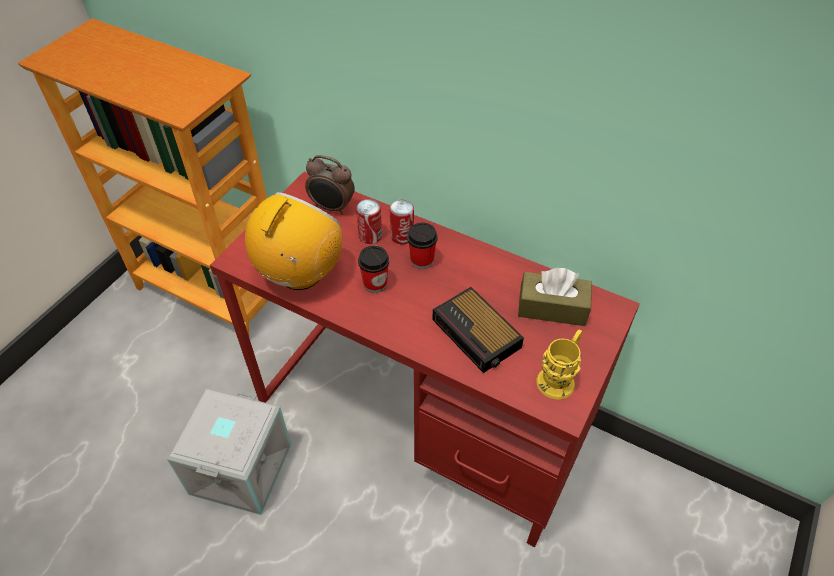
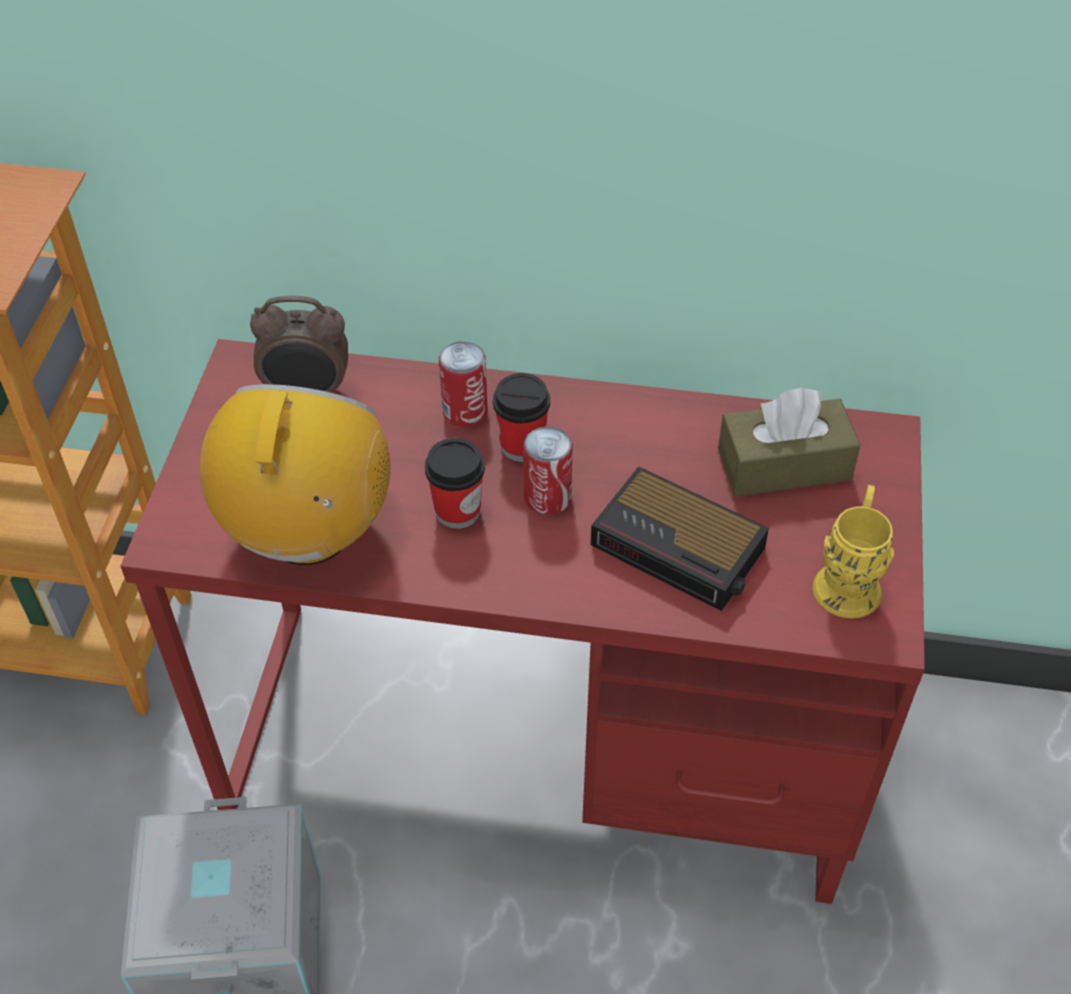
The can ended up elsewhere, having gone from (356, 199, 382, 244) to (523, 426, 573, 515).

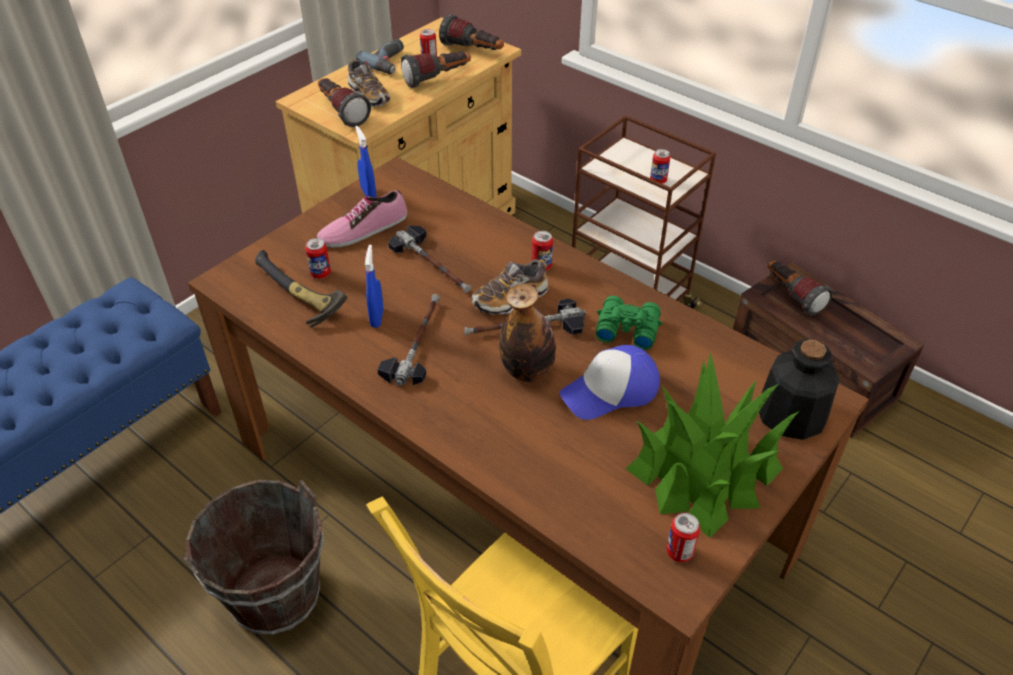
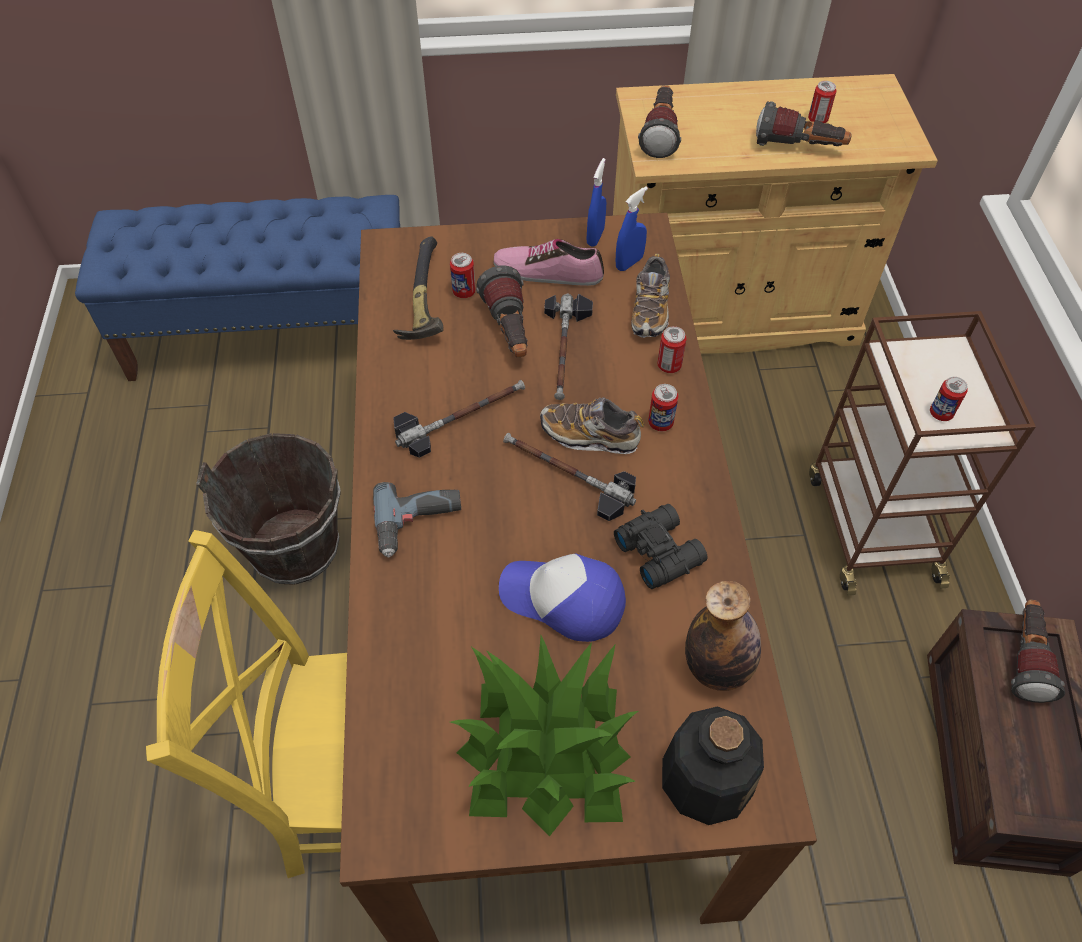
The low shoe ended up elsewhere, having gone from (348, 59, 390, 107) to (632, 254, 670, 338). The power drill ended up elsewhere, having gone from (356, 39, 404, 74) to (373, 482, 461, 557). The hand sprayer/blue ended up elsewhere, having gone from (365, 245, 383, 328) to (616, 186, 648, 271). The hand torch ended up elsewhere, having gone from (439, 14, 504, 50) to (476, 265, 527, 358). The bottle ended up elsewhere, having gone from (499, 284, 556, 382) to (685, 581, 761, 691). What was the binoculars/green at (596, 296, 662, 350) turned into the binoculars/blackish at (614, 504, 708, 589). The can ended up elsewhere, having gone from (666, 513, 700, 562) to (657, 326, 686, 373).

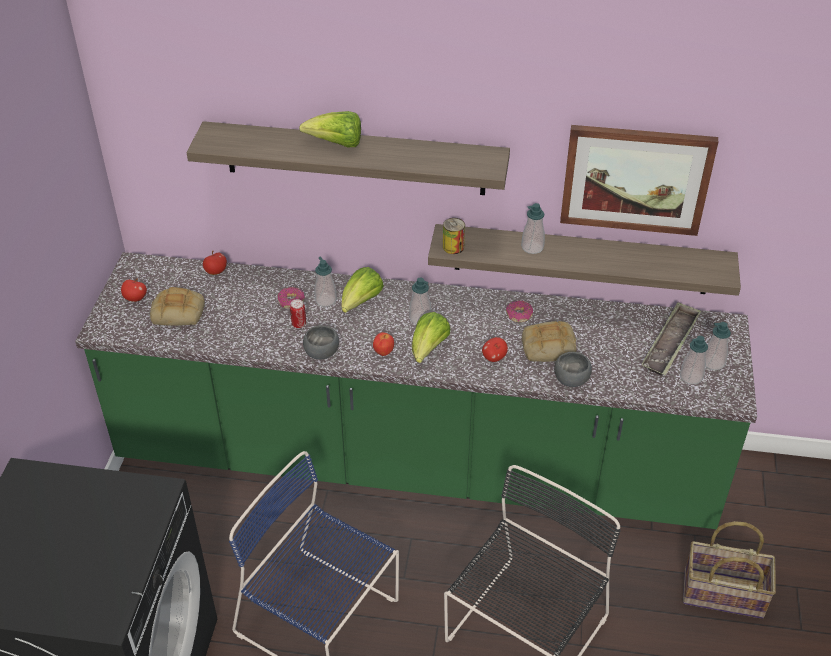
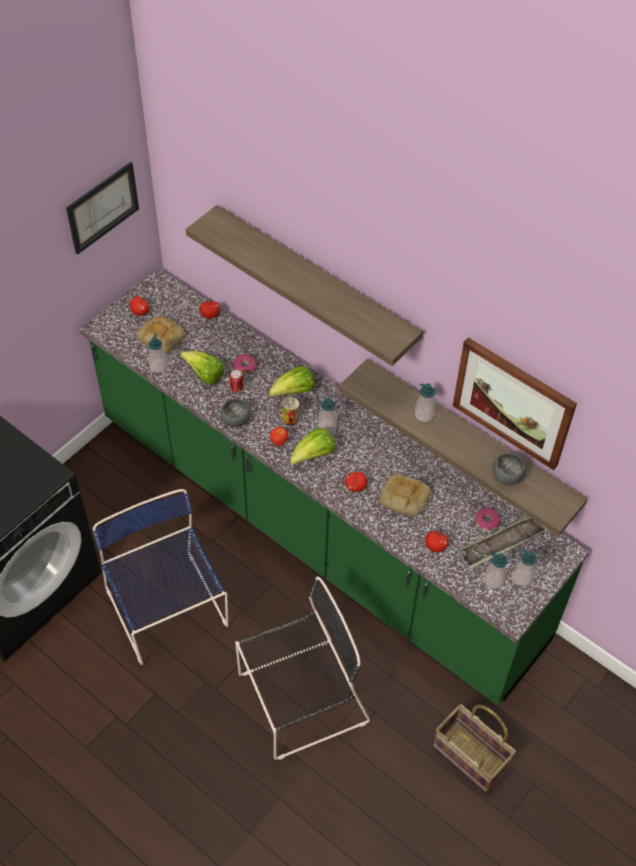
The lettuce head ended up elsewhere, having gone from (299, 111, 361, 147) to (180, 351, 224, 385). The liquid soap bottle ended up elsewhere, having gone from (314, 257, 337, 307) to (148, 333, 167, 373). The can ended up elsewhere, having gone from (443, 218, 465, 254) to (282, 396, 300, 425). The ring doughnut ended up elsewhere, having gone from (506, 301, 533, 322) to (475, 508, 500, 531). The serving bowl/gray ended up elsewhere, having gone from (554, 352, 592, 387) to (493, 453, 526, 485). The second view gained the wall art at (66, 162, 139, 255). The second view gained the whole apple at (425, 531, 449, 552).

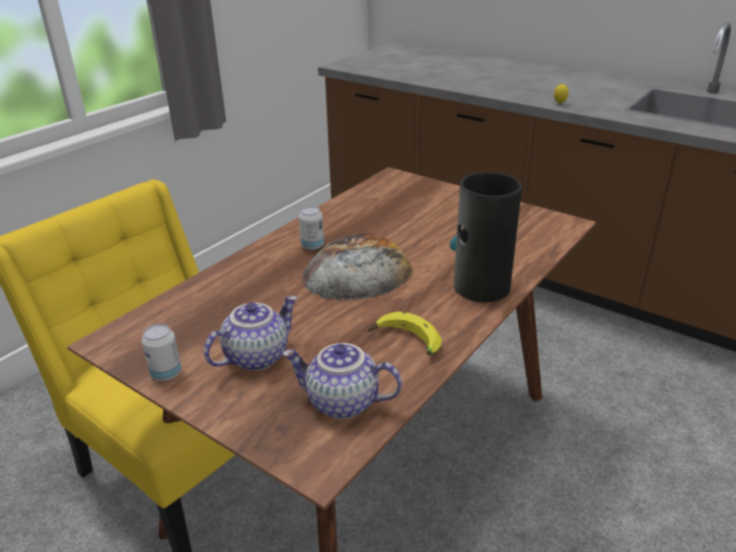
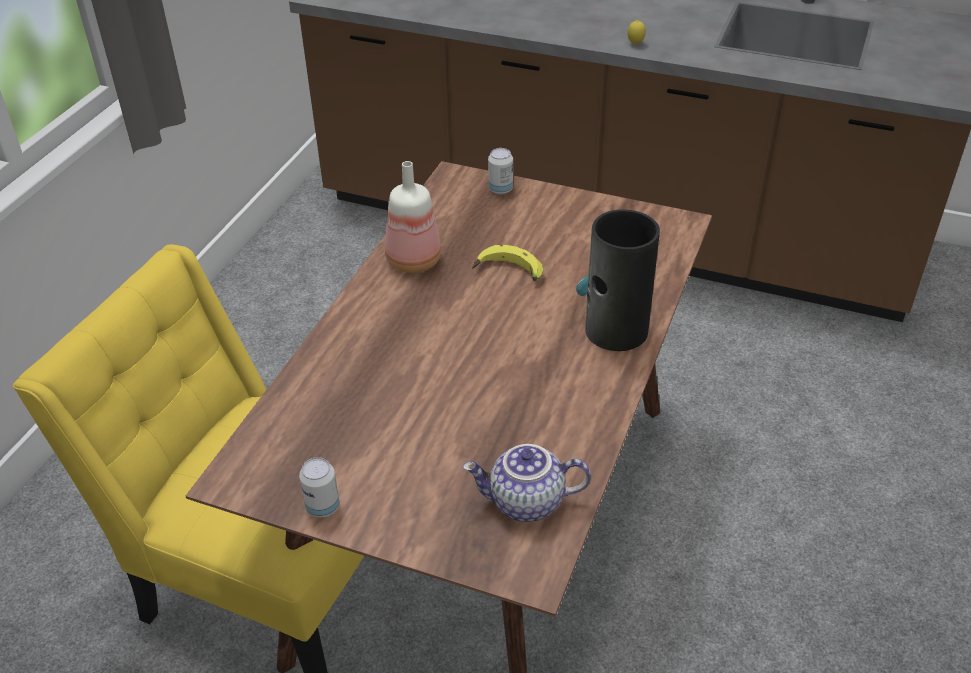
The second view lost the teapot at (204, 296, 298, 371). The can ended up elsewhere, having gone from (299, 206, 324, 250) to (488, 148, 513, 195). The second view lost the bread at (301, 233, 413, 300). The banana fruit ended up elsewhere, having gone from (367, 312, 442, 355) to (472, 245, 543, 281). The second view gained the bottle at (385, 161, 441, 273).

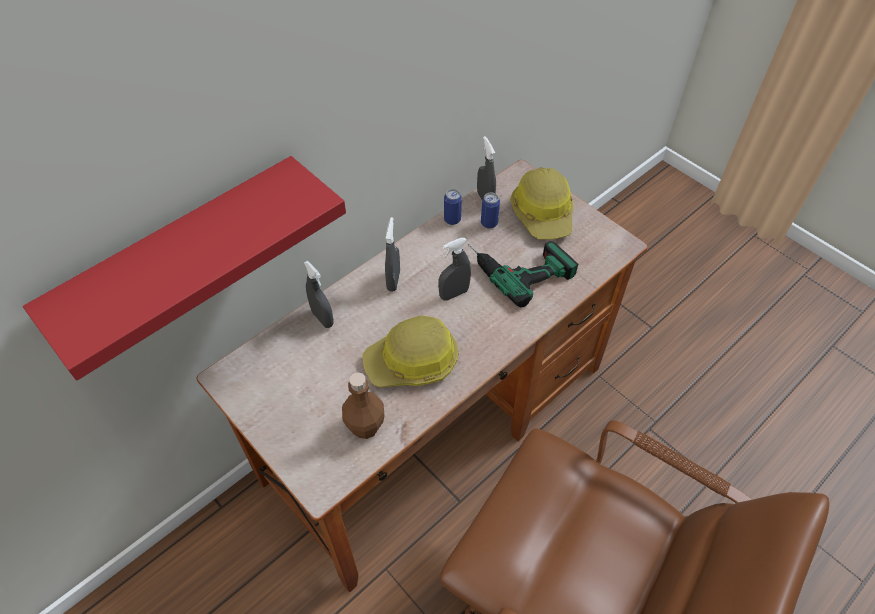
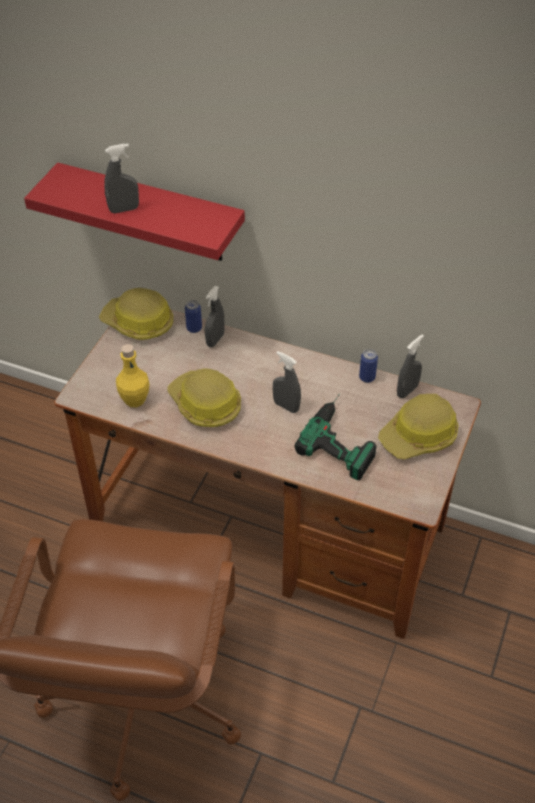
What was the bottle/brownish at (342, 372, 385, 439) turned into the bottle/yellow-coloured at (116, 344, 150, 408). The hand sprayer/gray ended up elsewhere, having gone from (385, 217, 400, 292) to (104, 144, 139, 213). The can ended up elsewhere, having gone from (481, 193, 500, 229) to (185, 300, 202, 333). The second view gained the safety helmet at (99, 288, 174, 340).

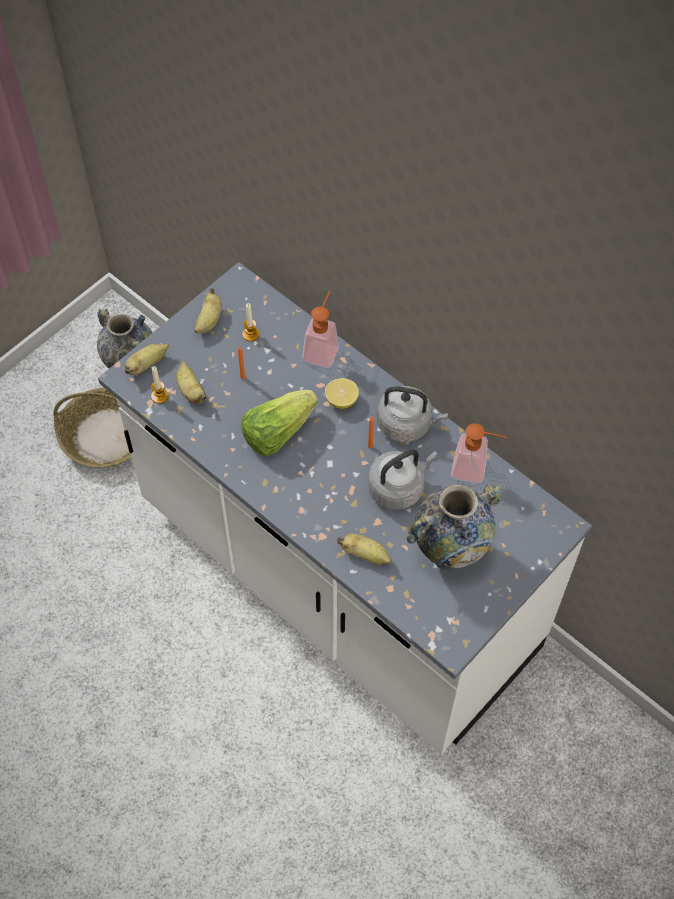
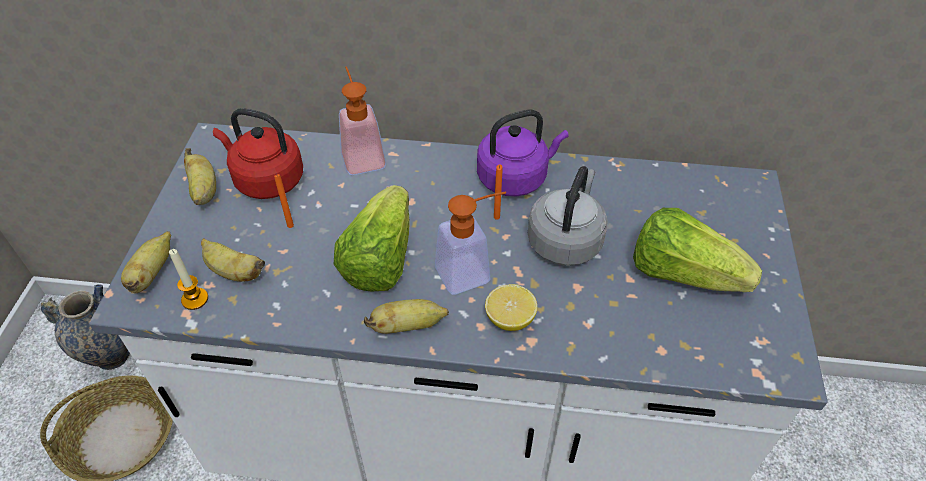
Where the wax light stood at (242, 303, 259, 341), the kettle/red-coloured came to stand at (213, 108, 303, 199). The citrus fruit ended up elsewhere, having gone from (325, 378, 359, 409) to (485, 284, 537, 331). The banana fruit ended up elsewhere, having gone from (337, 534, 391, 565) to (364, 299, 449, 334). What was the kettle/gray at (377, 386, 448, 442) turned into the kettle/purplish at (477, 109, 569, 196). Where the decorative vase stood at (407, 484, 503, 571), the lettuce head came to stand at (633, 208, 762, 292). The liquid soap bottle ended up elsewhere, having gone from (451, 424, 508, 483) to (435, 191, 506, 295).

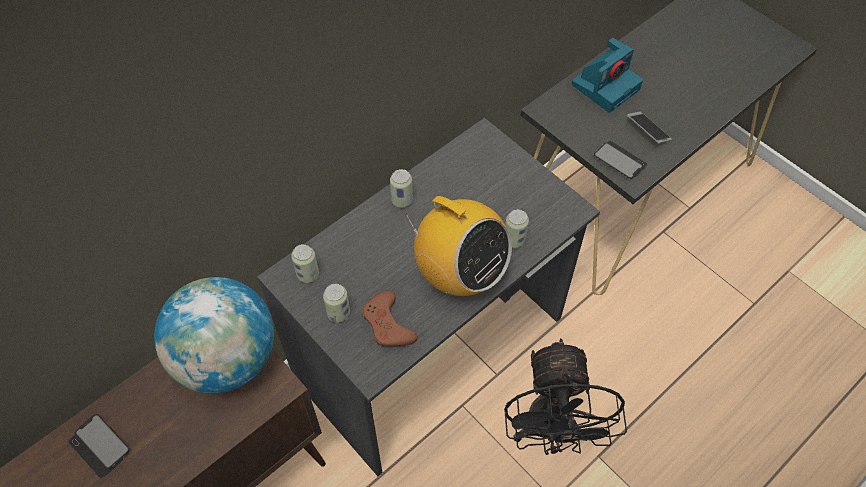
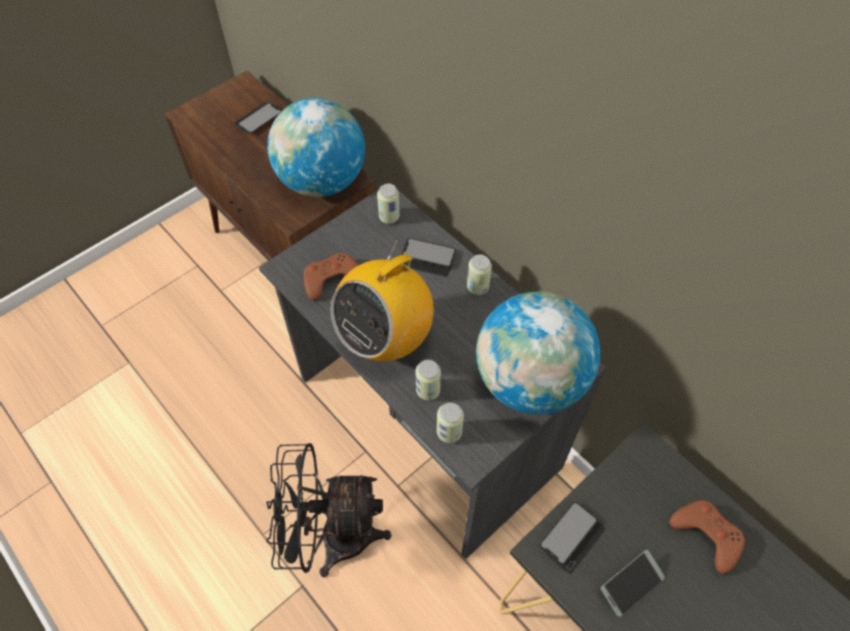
The can ended up elsewhere, having gone from (323, 284, 350, 323) to (437, 402, 464, 443). Where the photo camera stood at (571, 38, 643, 113), the gamepad/brownish came to stand at (669, 500, 745, 574). The second view gained the telephone at (401, 238, 456, 277). The second view gained the desk globe at (476, 292, 600, 414).

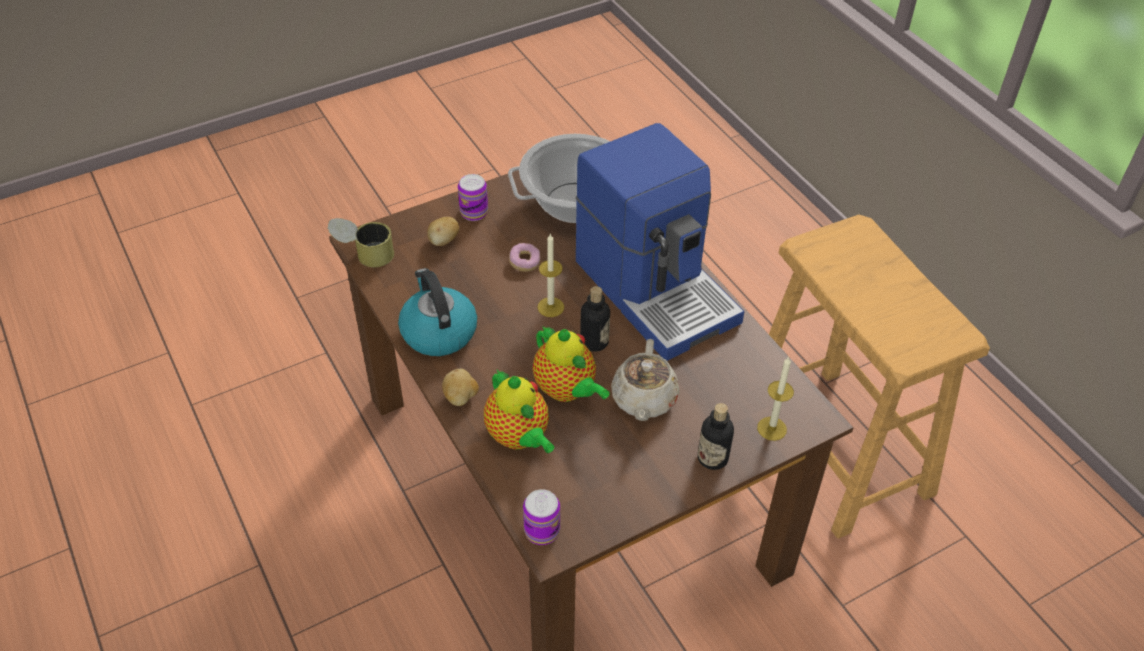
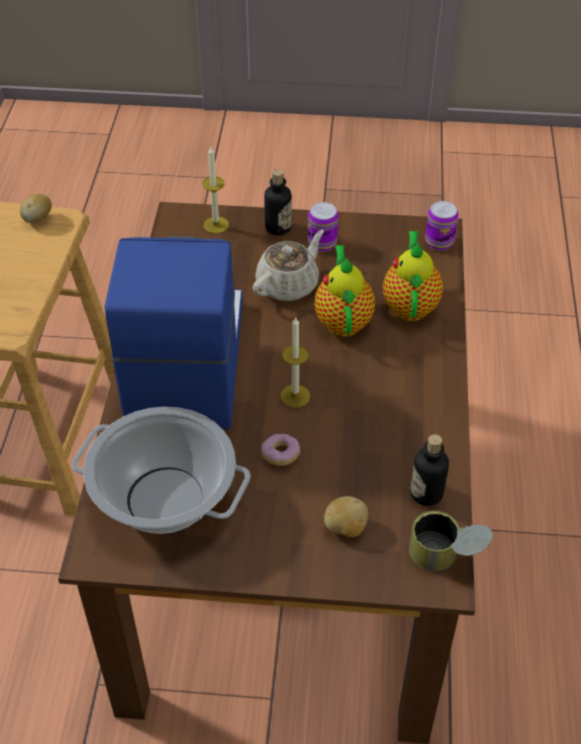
The second view lost the kettle at (398, 268, 477, 356). The potato ended up elsewhere, having gone from (442, 369, 479, 406) to (20, 194, 52, 223). The can ended up elsewhere, having gone from (458, 174, 488, 221) to (308, 202, 338, 252). The bottle ended up elsewhere, having gone from (580, 286, 610, 352) to (410, 434, 449, 506).

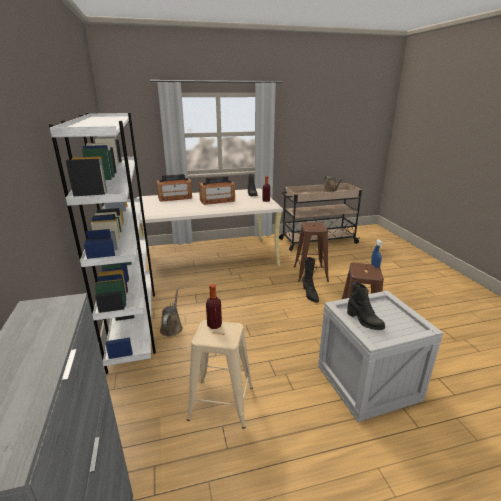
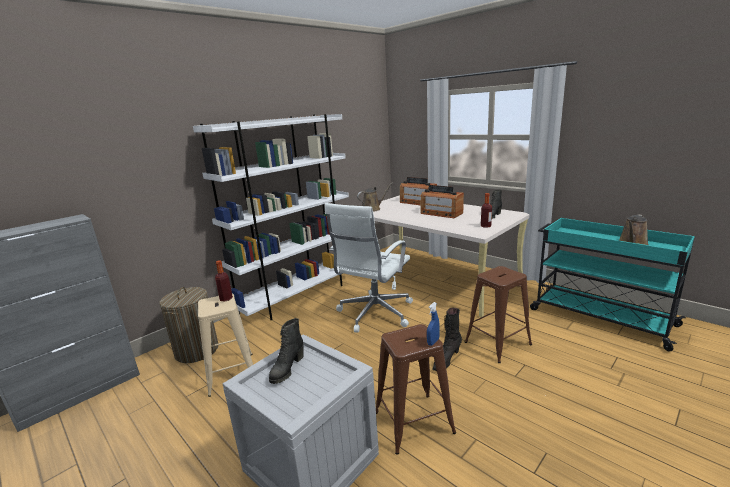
The watering can/brownish ended up elsewhere, having gone from (160, 288, 183, 336) to (357, 182, 393, 212). What was the cart/beige at (279, 183, 362, 251) turned into the cart/turquoise-coloured at (530, 218, 695, 351). The second view gained the laundry basket at (159, 287, 218, 363). The second view gained the computer chair/white at (325, 203, 413, 332).

